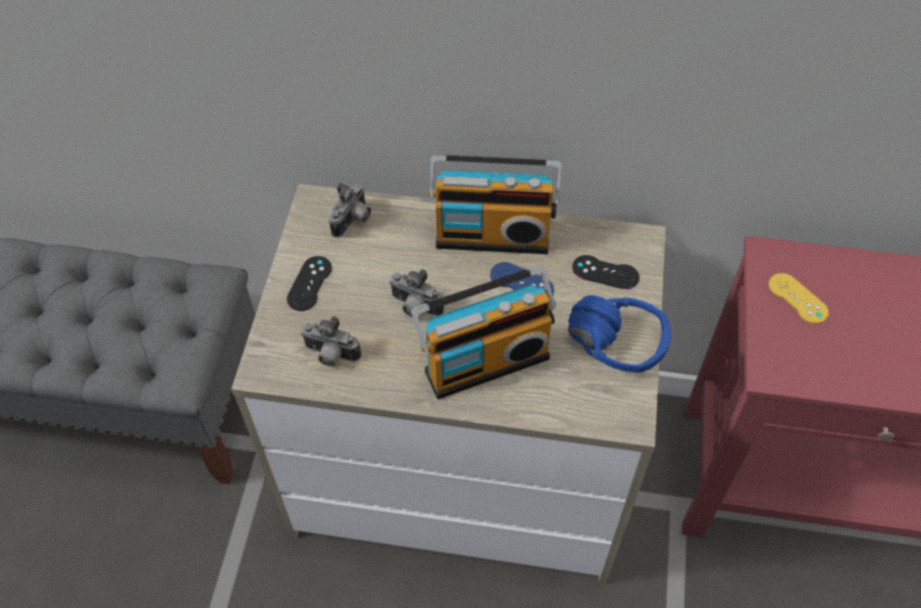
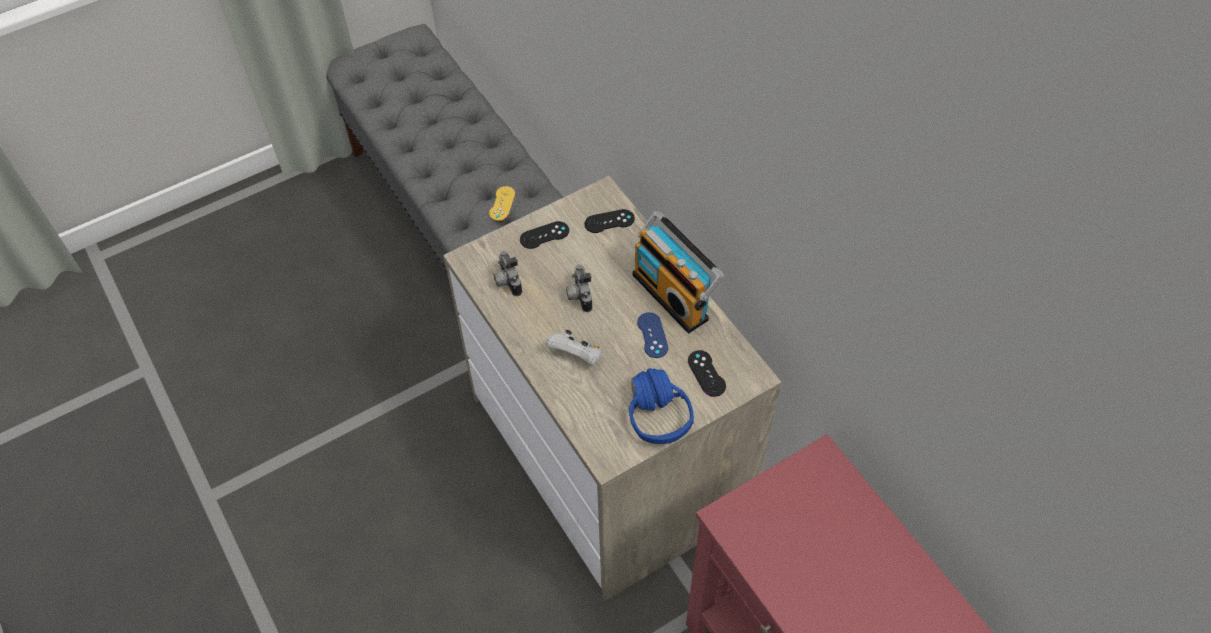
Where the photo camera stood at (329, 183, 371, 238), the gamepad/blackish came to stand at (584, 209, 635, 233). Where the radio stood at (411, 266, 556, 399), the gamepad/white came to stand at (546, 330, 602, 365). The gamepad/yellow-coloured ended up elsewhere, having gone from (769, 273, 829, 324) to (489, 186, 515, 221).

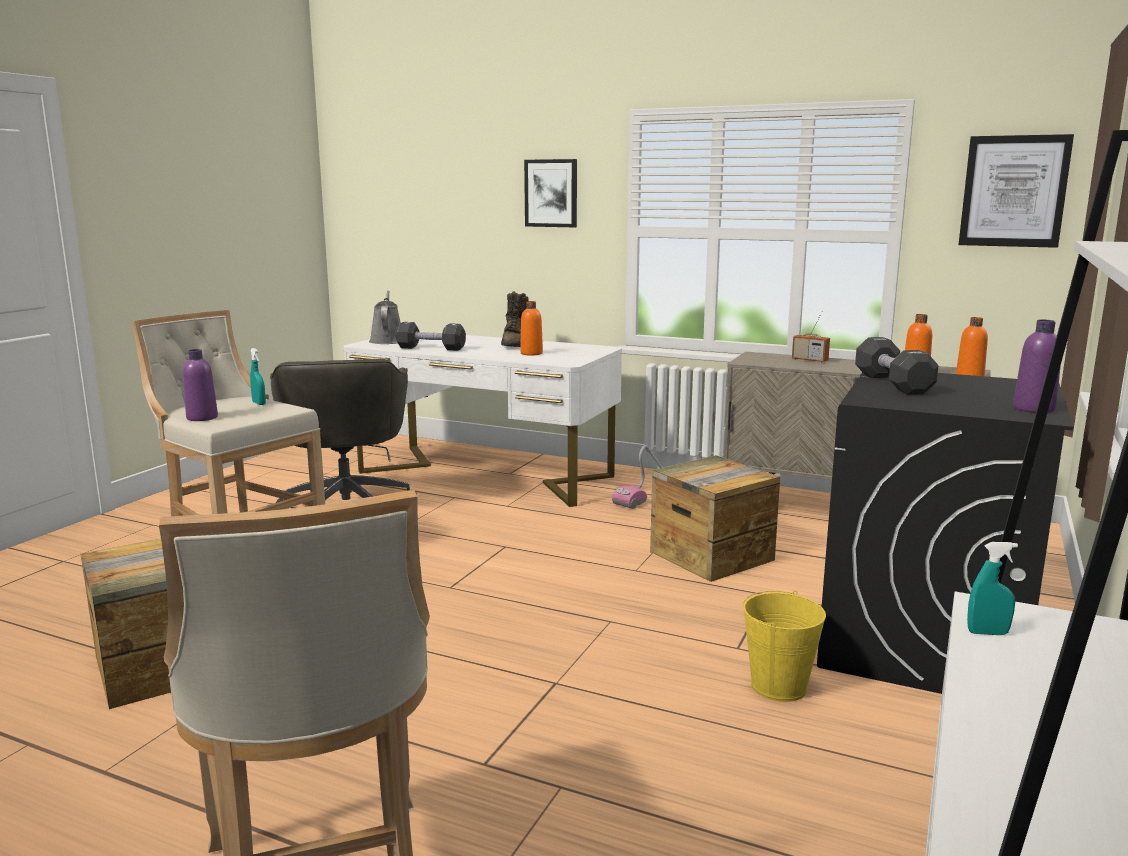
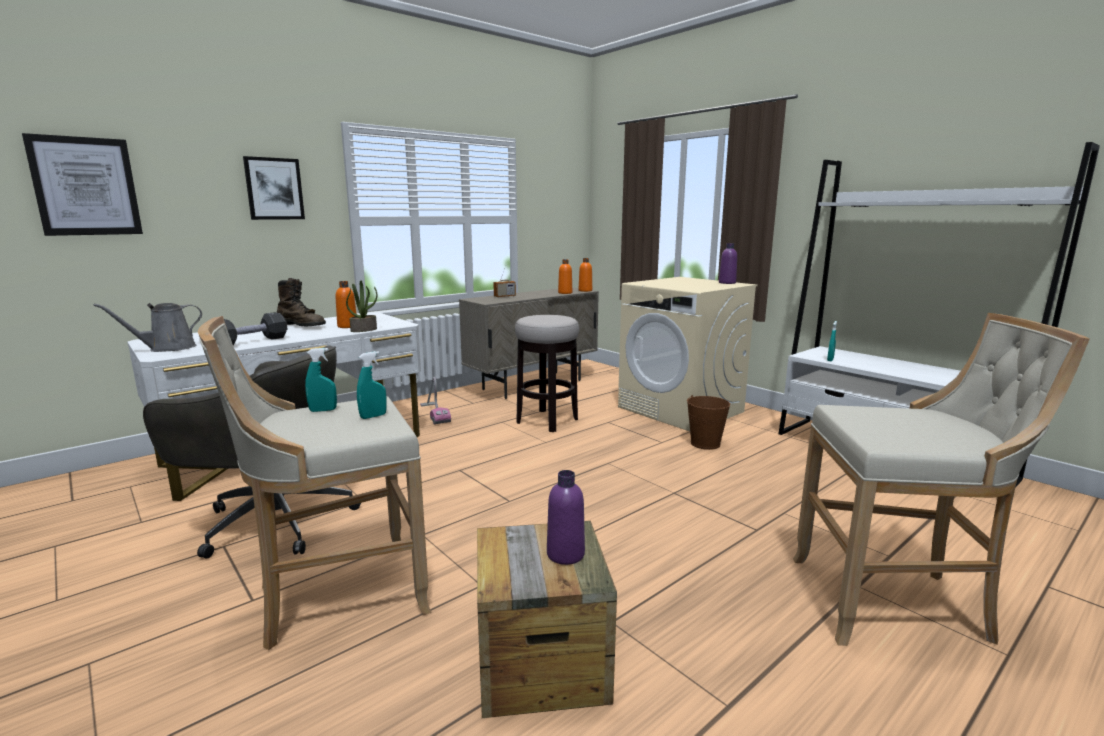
The bottle/purplish ended up elsewhere, having gone from (183, 349, 218, 421) to (547, 470, 585, 565). The watering can/gray at (369, 290, 401, 344) ended up facing another way, 60 degrees counterclockwise from before. Where the packing crate stood at (650, 455, 780, 582), the stool seat came to stand at (515, 315, 579, 432). What was the bucket/yellow-coloured at (742, 590, 826, 702) turned into the bucket/brownish at (687, 395, 730, 450). What was the washing machine/blackish at (817, 372, 1074, 694) turned into the washing machine/beige at (618, 277, 758, 431). The second view lost the dumbbell/blackish at (855, 337, 938, 395). The wall art ended up elsewhere, having gone from (959, 134, 1074, 248) to (22, 133, 143, 236). The second view gained the houseplant at (346, 281, 377, 332). The second view gained the hand sprayer/turquoise-coloured at (357, 351, 387, 419).

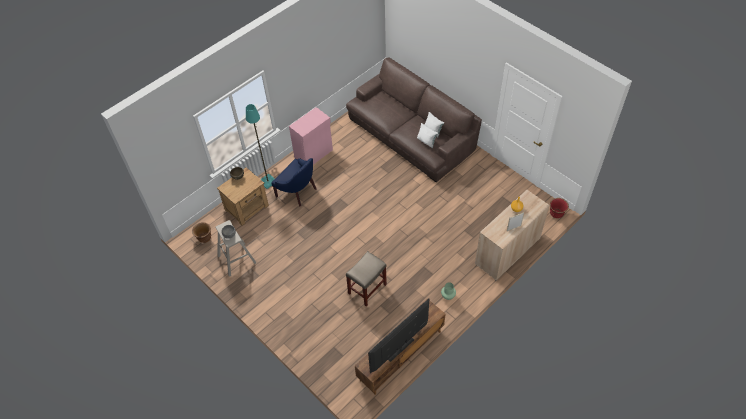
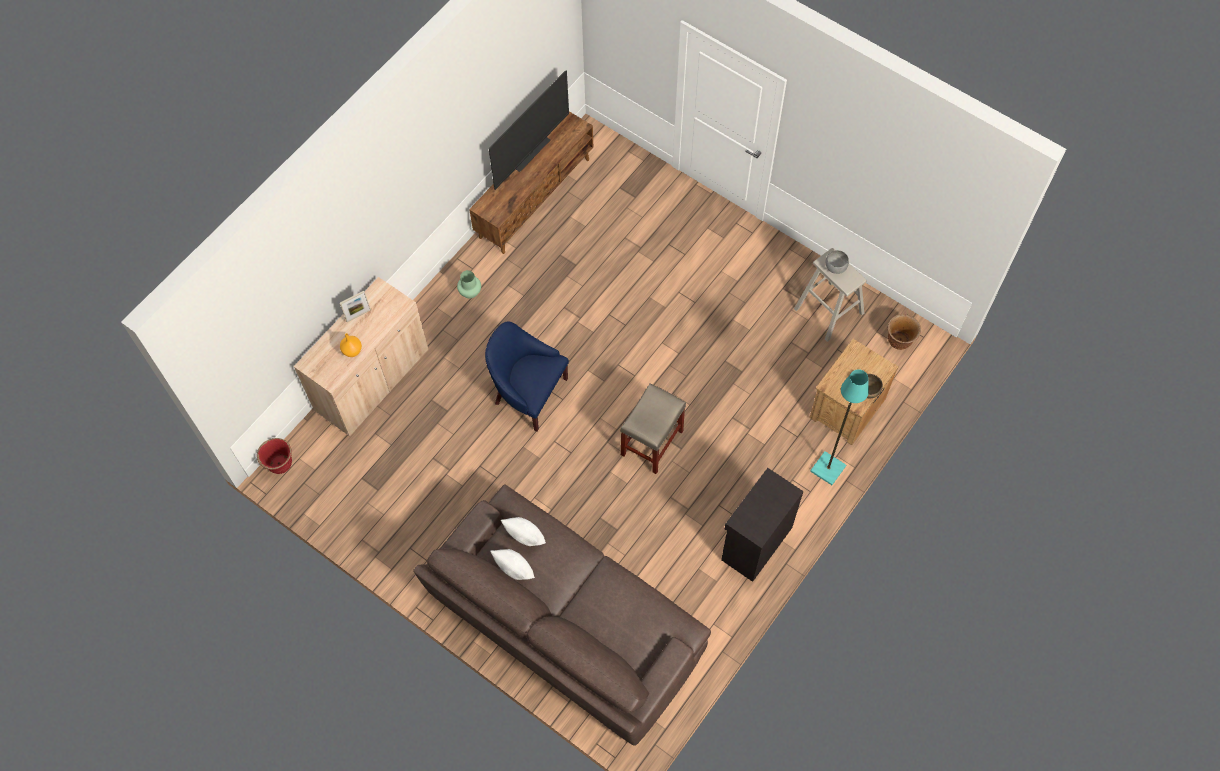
The easy chair/blue ended up elsewhere, having gone from (272, 158, 317, 206) to (485, 321, 569, 432). What was the storage cabinet/pinkish at (289, 107, 333, 165) turned into the storage cabinet/blackish at (721, 468, 804, 582). The stool seat/beige ended up elsewhere, having gone from (346, 251, 387, 307) to (620, 383, 686, 474).

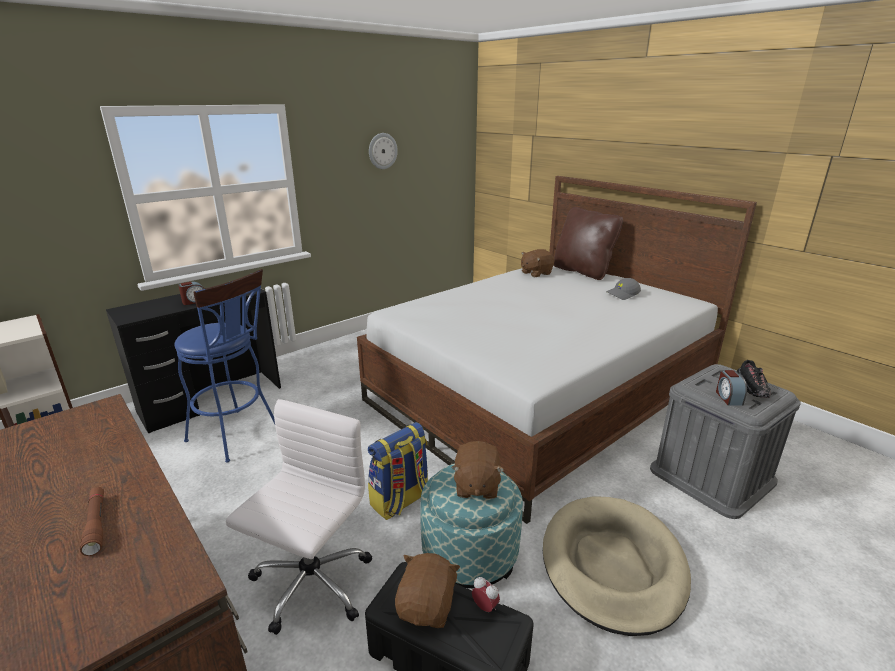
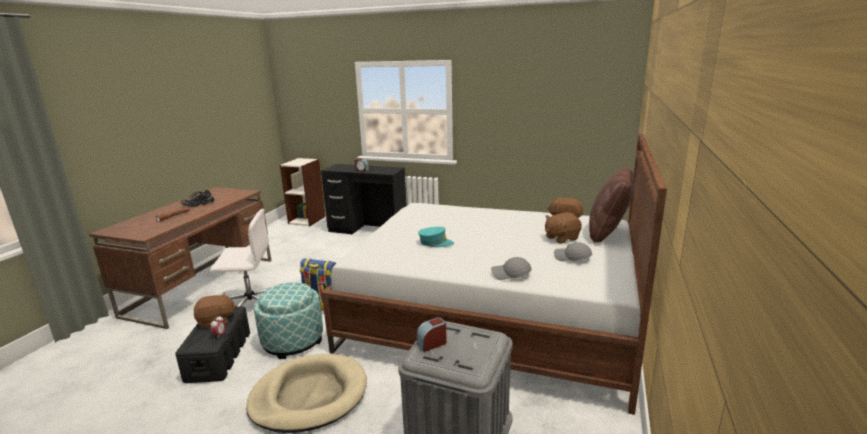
The second view lost the stool seat/blue at (174, 269, 275, 463). The second view lost the wall clock at (369, 133, 398, 169). The cuddly toy/brownish ended up elsewhere, having gone from (451, 441, 504, 499) to (545, 212, 582, 243). The low shoe/blackish ended up elsewhere, having gone from (736, 360, 771, 398) to (180, 190, 214, 207). The second view gained the cap/turquoise-coloured at (418, 227, 454, 247). The second view gained the cap/gray at (491, 257, 532, 280).

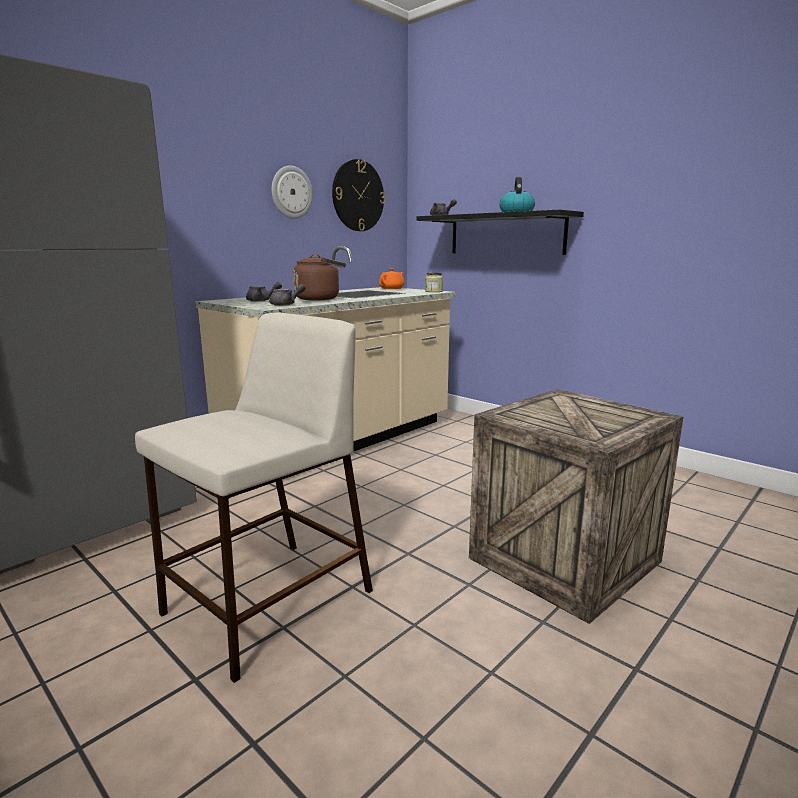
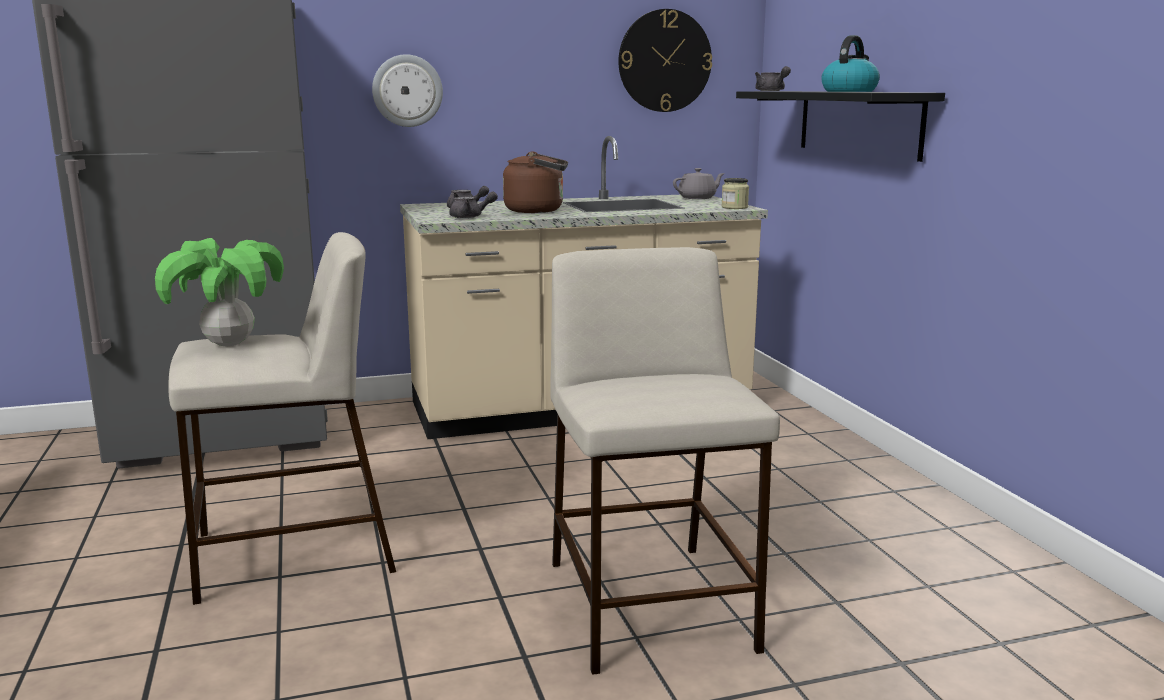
The wall clock ended up elsewhere, having gone from (272, 165, 313, 219) to (372, 54, 443, 127). What was the teapot/orangey at (379, 268, 405, 289) turned into the teapot/gray at (673, 168, 725, 199). Where the packing crate stood at (469, 389, 684, 624), the stool seat/beige came to stand at (550, 247, 780, 675). The second view gained the houseplant at (155, 238, 284, 347).

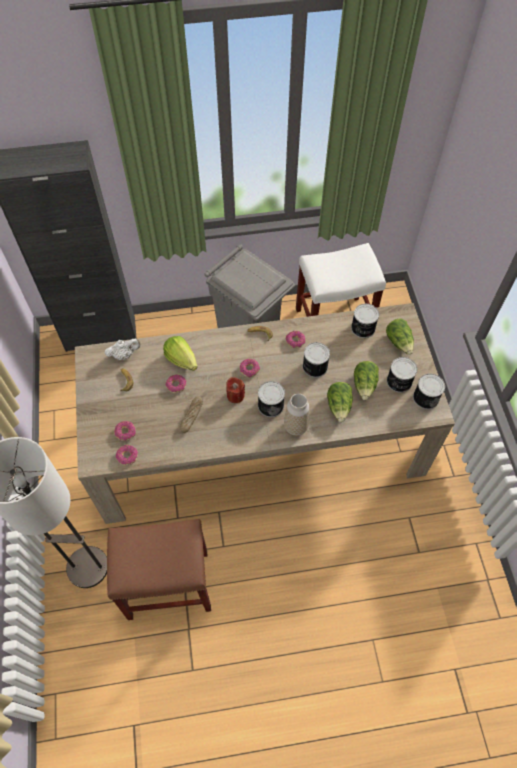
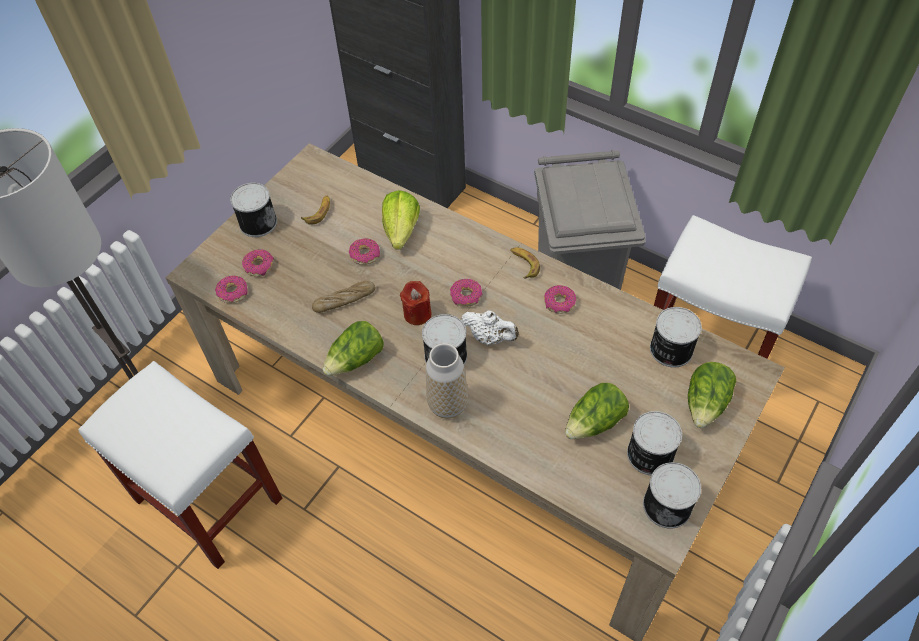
The teapot/white ended up elsewhere, having gone from (105, 339, 140, 360) to (462, 310, 519, 345). What was the stool seat/brownish at (107, 519, 211, 620) turned into the stool seat/white at (78, 361, 282, 569). The can ended up elsewhere, having gone from (303, 342, 330, 378) to (230, 183, 277, 237). The lettuce head ended up elsewhere, having gone from (327, 382, 353, 422) to (323, 321, 384, 376).

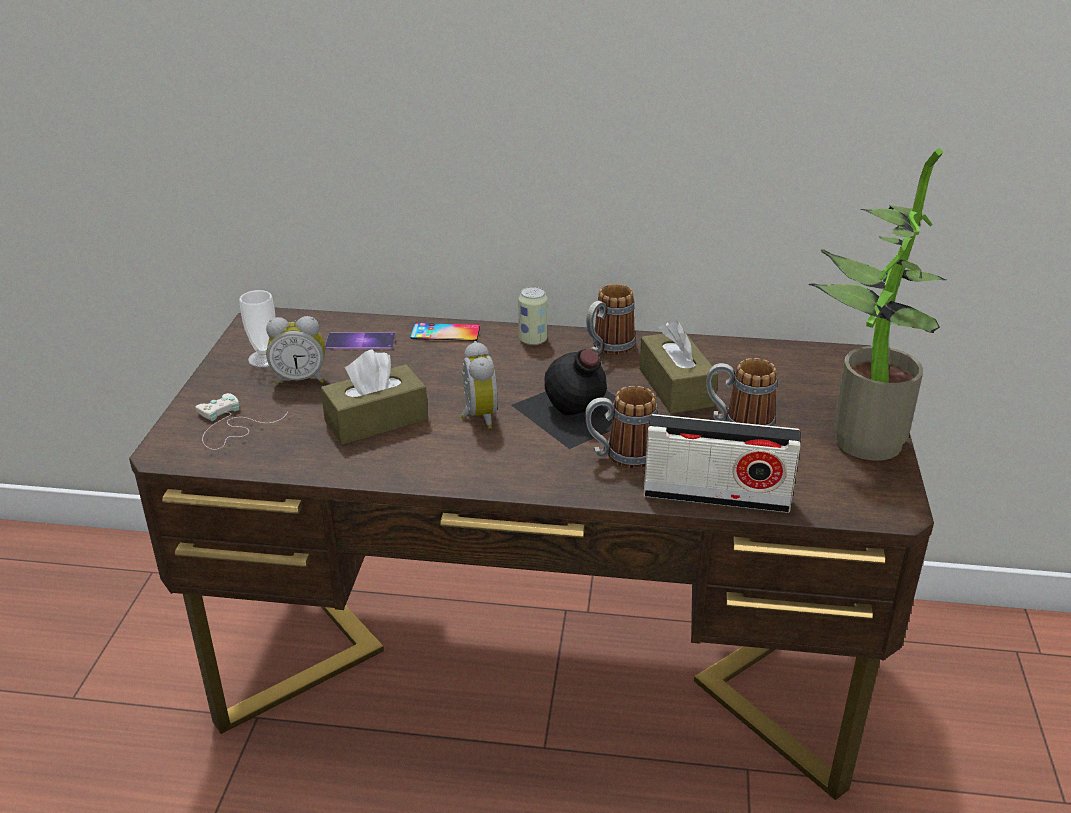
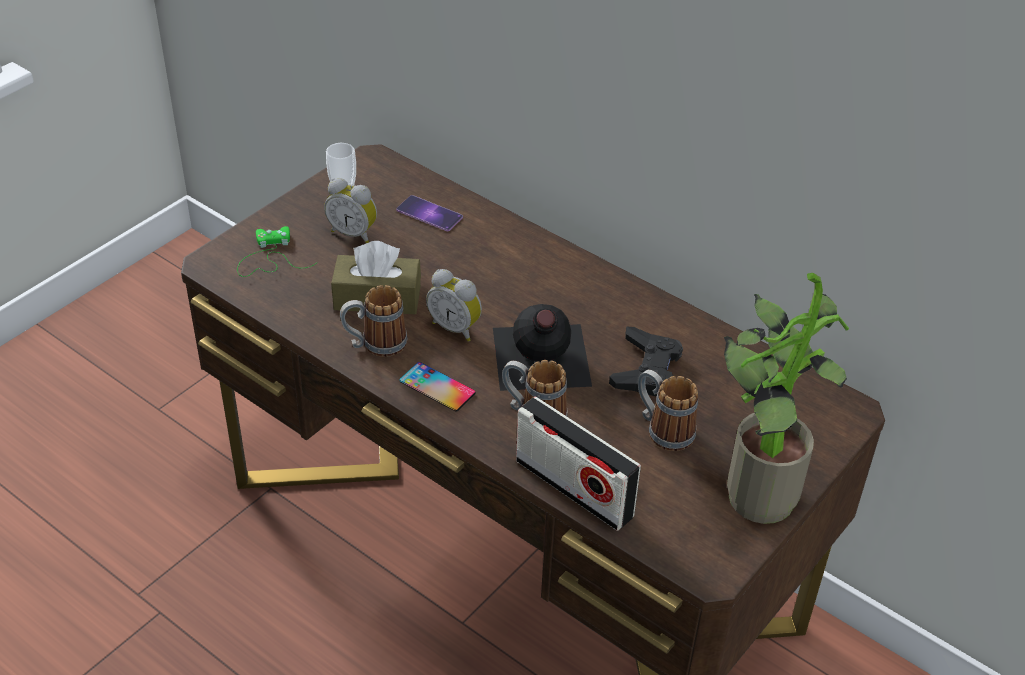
What was the gamepad/white at (195, 393, 288, 450) turned into the gamepad/green at (237, 226, 318, 277). The telephone ended up elsewhere, having gone from (410, 323, 480, 341) to (399, 362, 476, 412). The table clock at (460, 341, 498, 429) ended up facing another way, 105 degrees clockwise from before. The second view lost the can at (518, 287, 548, 345). The tea mug ended up elsewhere, having gone from (586, 284, 635, 355) to (340, 285, 408, 357). Where the box of tissues/brownish stood at (639, 320, 718, 414), the gamepad/blackish came to stand at (609, 326, 683, 397).

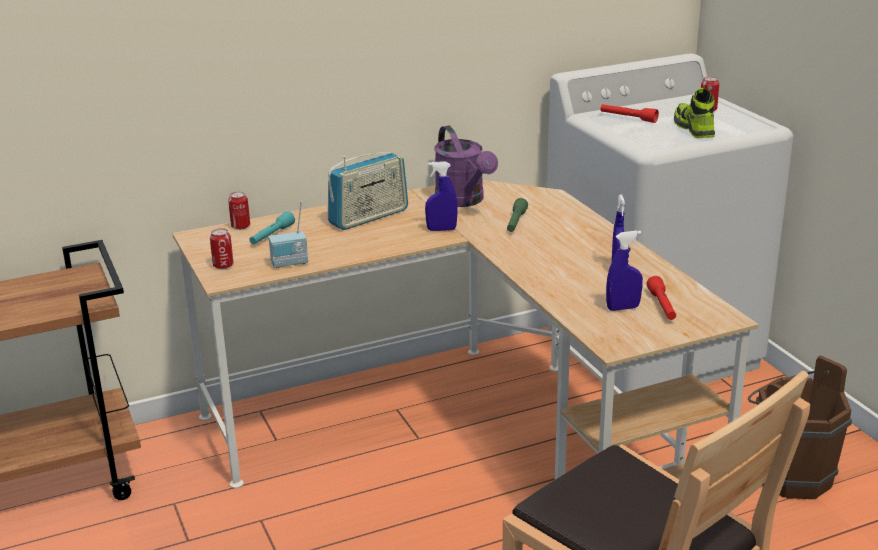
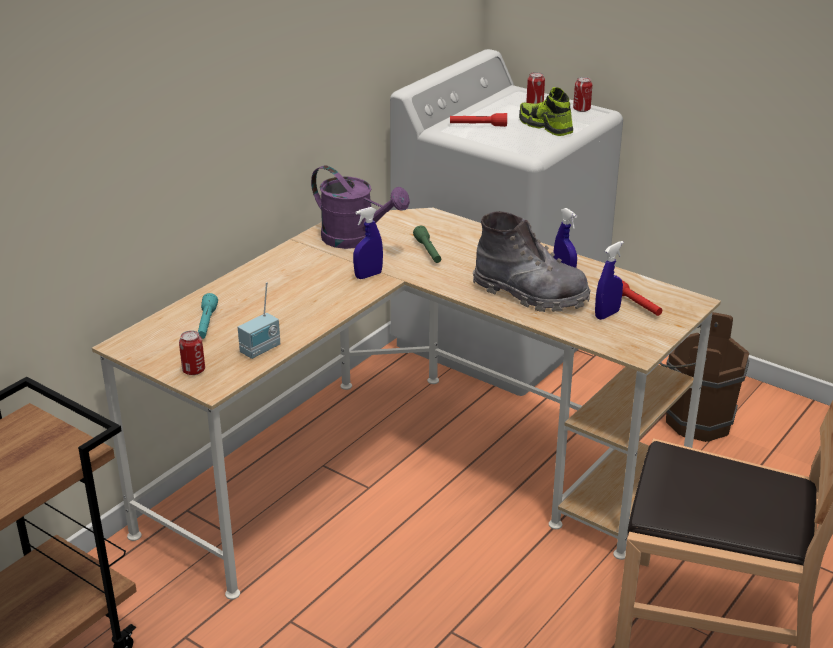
The can ended up elsewhere, having gone from (228, 192, 250, 230) to (573, 77, 592, 112). The second view lost the radio at (328, 153, 408, 230). The second view gained the high-top boot/gray at (473, 211, 591, 312).

